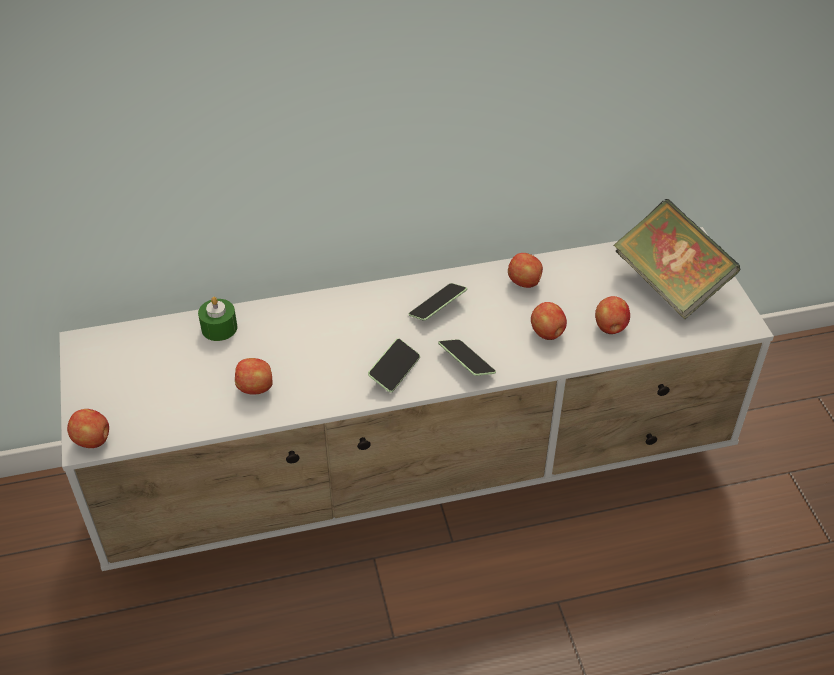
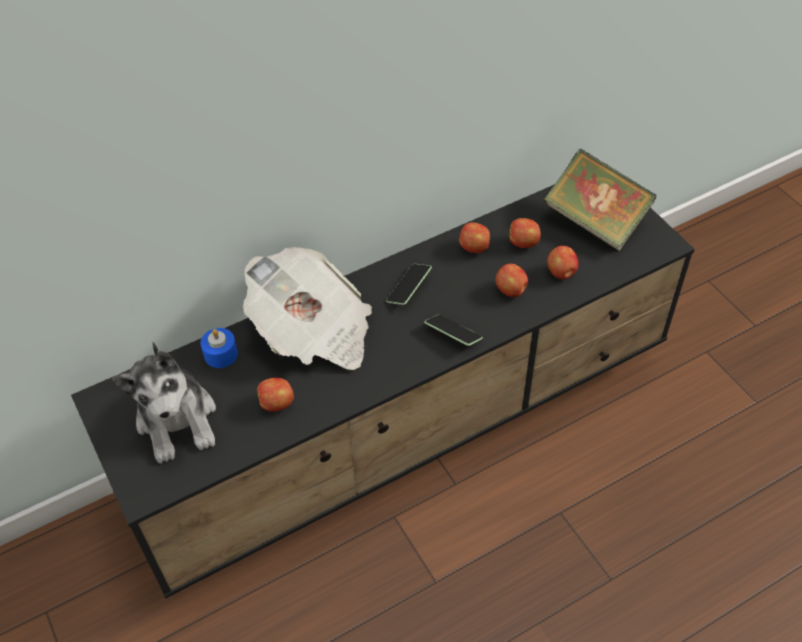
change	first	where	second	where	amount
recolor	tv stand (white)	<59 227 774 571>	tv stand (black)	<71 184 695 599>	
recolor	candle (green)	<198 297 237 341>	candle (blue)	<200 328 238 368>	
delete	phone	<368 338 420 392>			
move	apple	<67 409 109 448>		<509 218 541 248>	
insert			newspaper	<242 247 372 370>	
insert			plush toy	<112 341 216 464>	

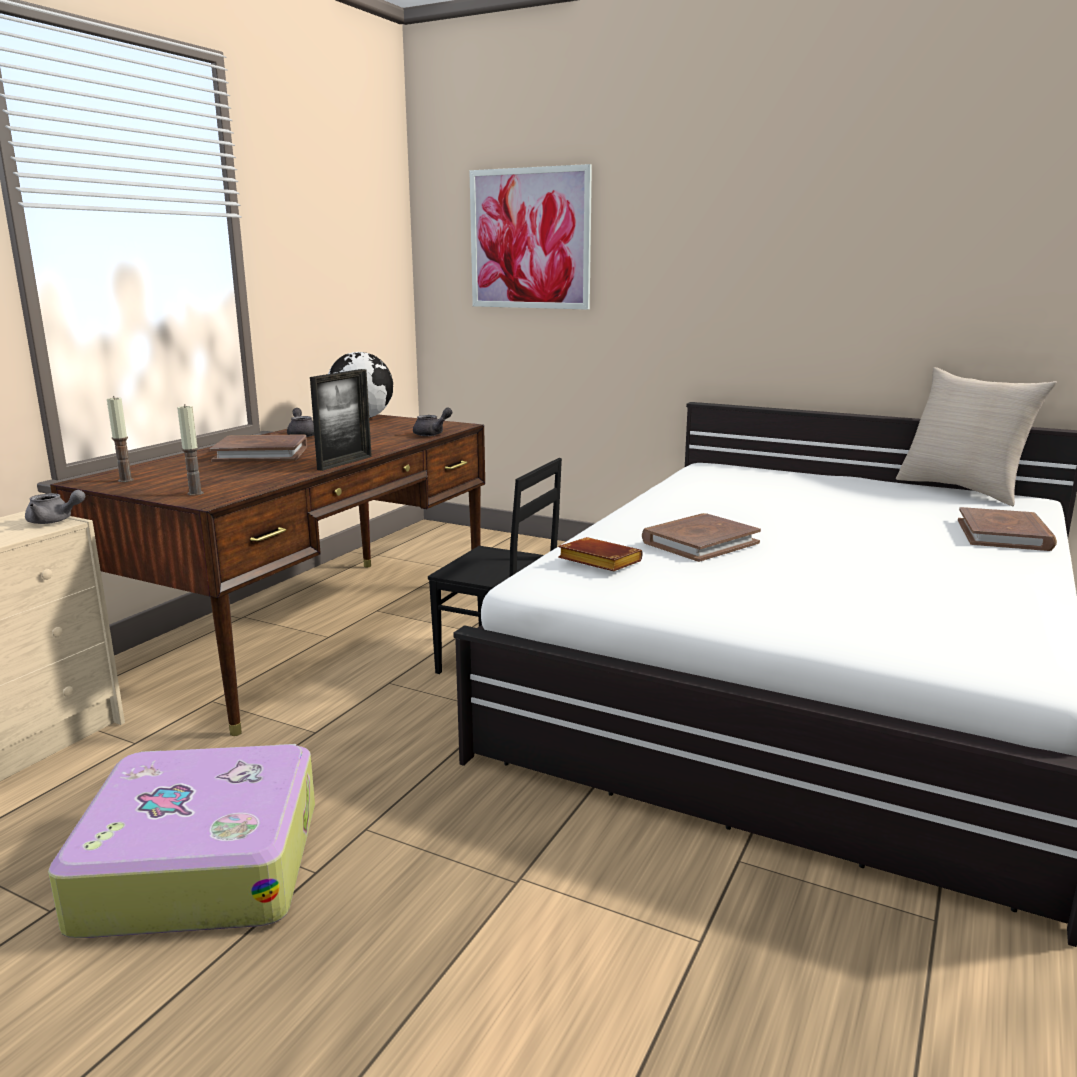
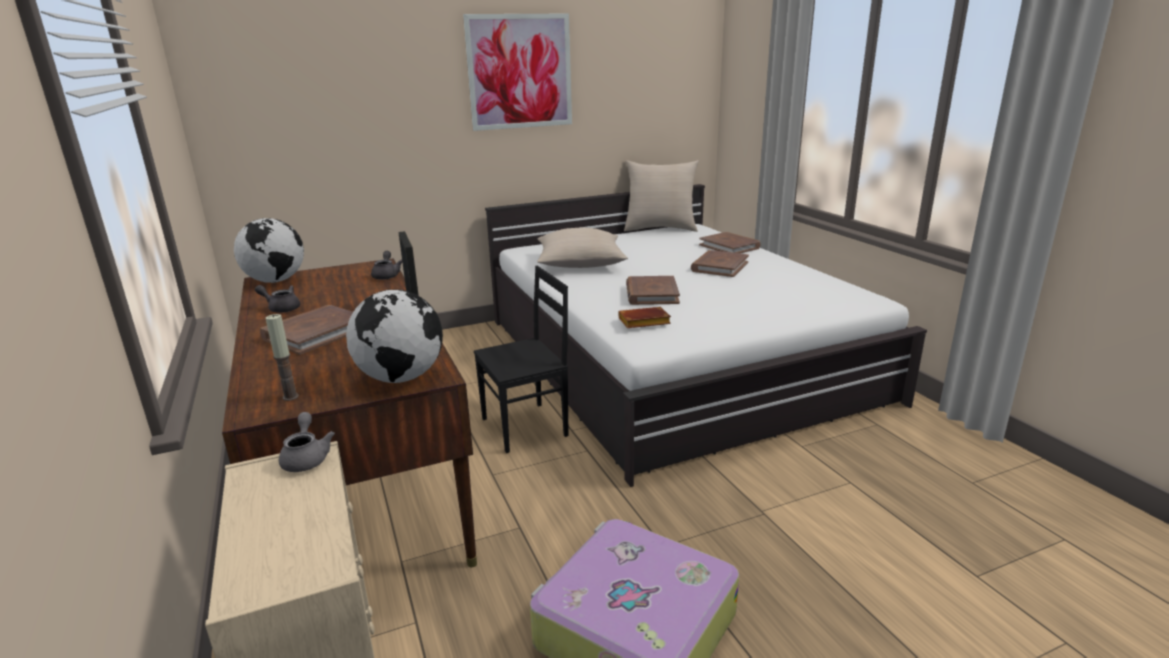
change	first	where	second	where	amount
move	picture	<469 164 592 310>		<463 14 572 131>	
replace	candle	<177 405 204 496>	globe	<346 289 443 383>	
rotate	teapot (grey)	<25 490 85 524>		<279 412 335 472>	60 degrees counterclockwise
insert			pillow (beige)	<537 228 628 268>	
insert			book (brown)	<691 250 749 277>	

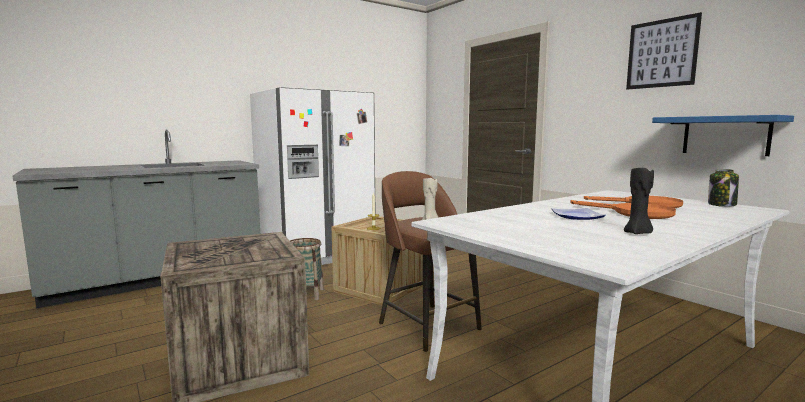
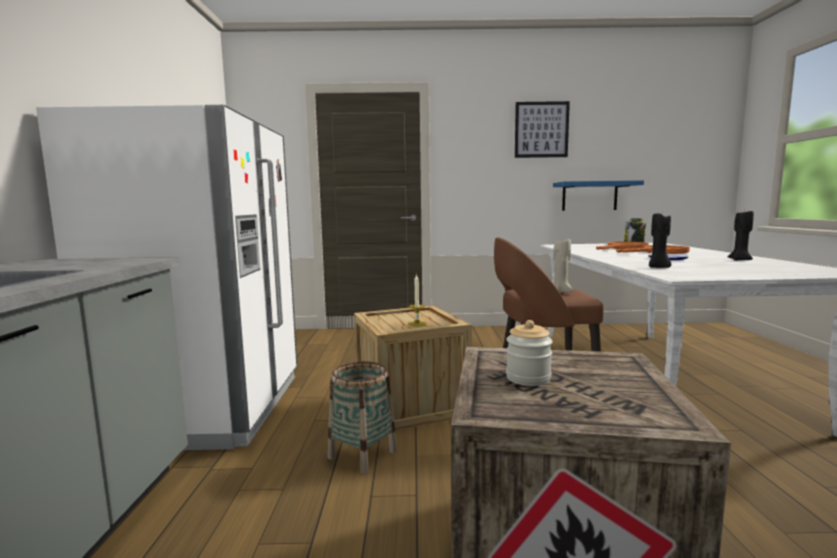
change	first	where	second	where	amount
insert			candle (black)	<649 213 671 268>	
insert			jar	<506 320 553 386>	

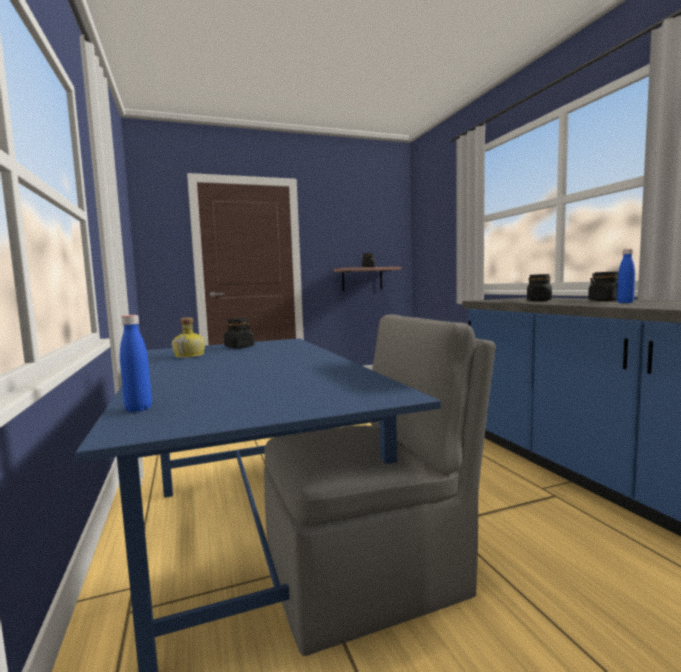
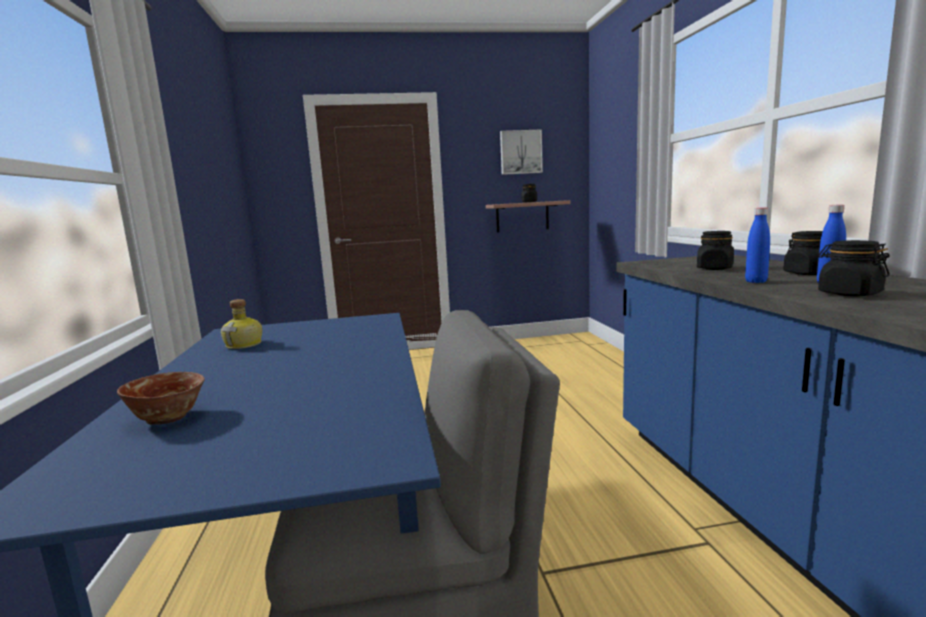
change	first	where	second	where	amount
move	bottle (blue)	<120 315 152 412>		<745 207 770 283>	
move	jar (black)	<224 318 255 348>		<818 240 890 296>	
insert			picture	<500 129 543 175>	
insert			bowl	<117 372 205 425>	

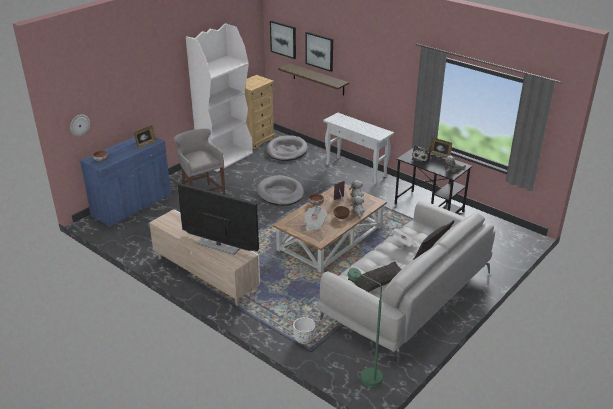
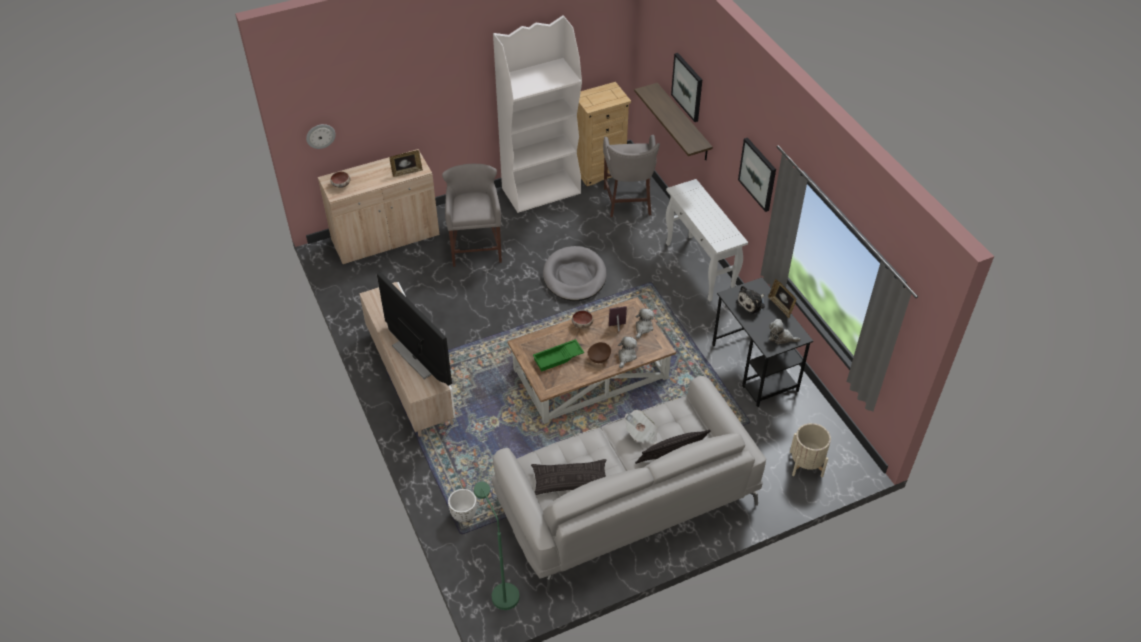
change	first	where	second	where	amount
move	picture	<270 20 296 59>		<738 138 776 212>	
replace	dog bed (grey)	<266 135 308 161>	stool (grey)	<603 135 660 217>	
recolor	cabinet (blue)	<80 137 171 227>	cabinet (beige)	<318 149 439 264>	
replace	newspaper	<304 206 328 231>	tray (green)	<533 339 584 371>	
insert			planter (beige)	<790 423 831 477>	

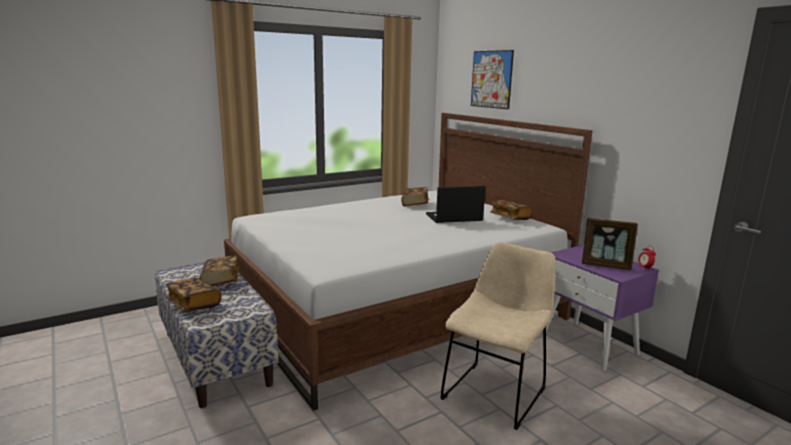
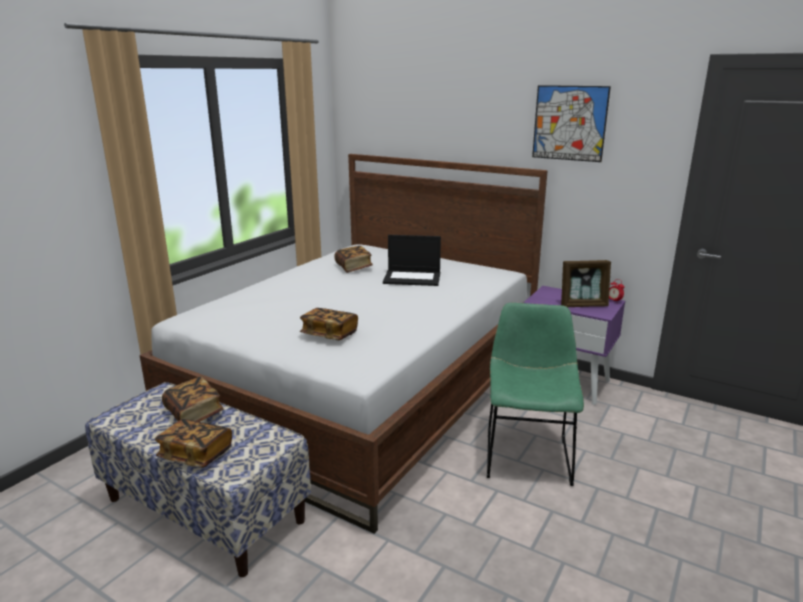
change	first	where	second	where	amount
move	picture	<471 50 514 109>		<532 85 611 162>	
rotate	laptop	<426 186 485 223>		<383 235 441 286>	135 degrees counterclockwise
move	book	<490 200 532 220>		<300 308 358 340>	
recolor	chair (beige)	<440 242 556 430>	chair (green)	<487 303 584 486>	

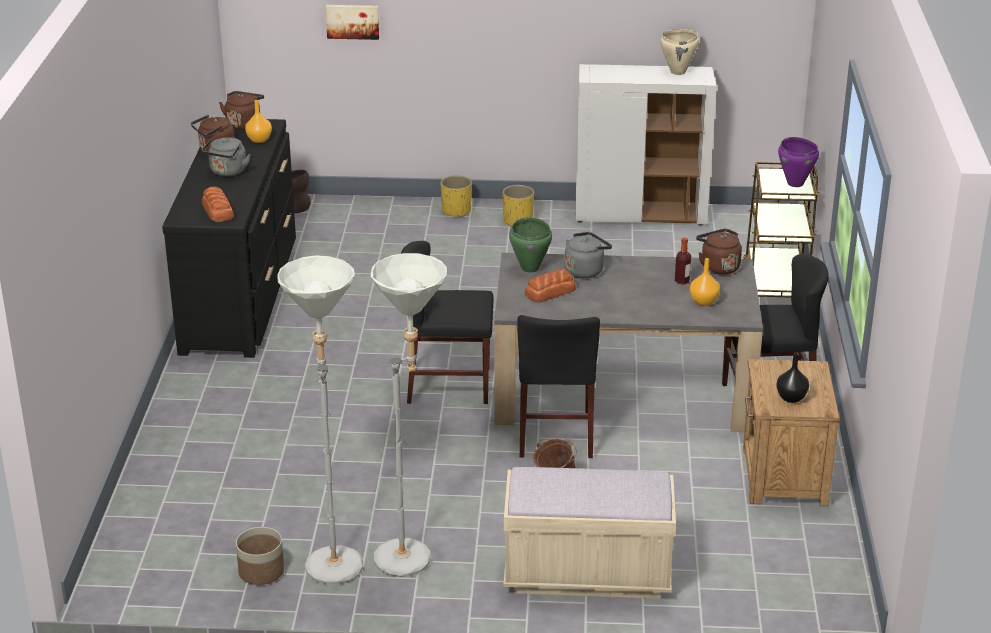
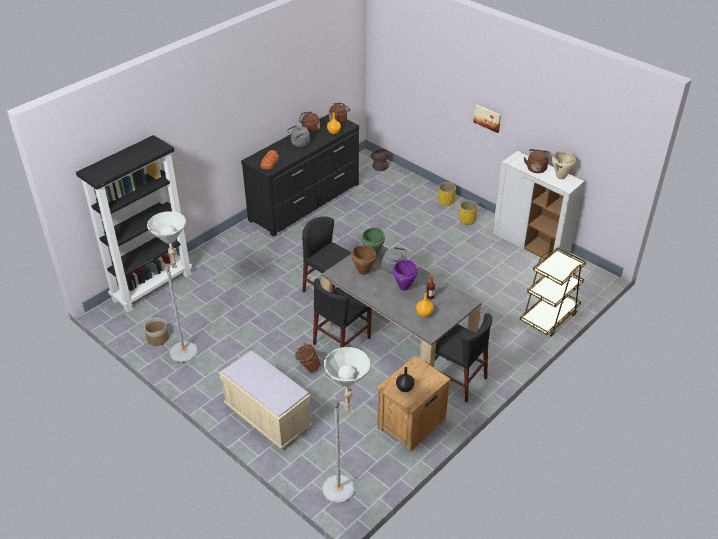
change	first	where	second	where	amount
move	picture	<326 5 379 40>		<474 105 501 133>	
move	cooking pot (purple)	<778 137 819 187>		<393 259 417 291>	
move	kettle (brown)	<696 229 742 275>		<524 149 549 173>	
move	floor lamp (grey)	<371 253 448 577>		<322 347 371 503>	
replace	bread	<525 269 576 302>	cooking pot (brown)	<351 245 377 275>	
insert			bookcase (black)	<76 135 192 313>	

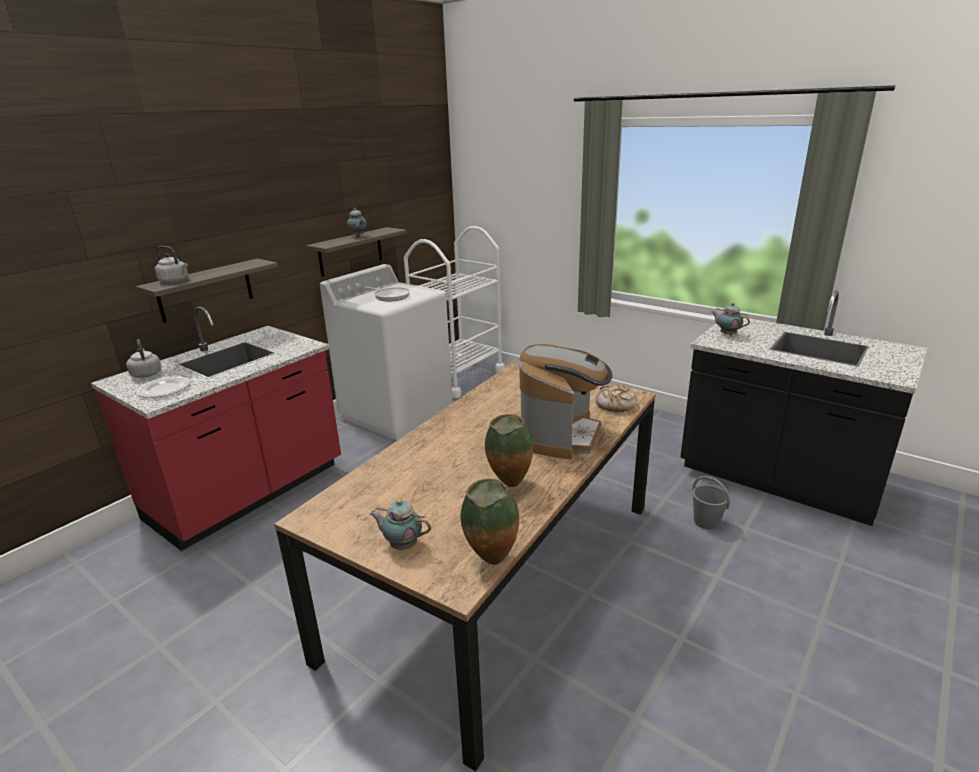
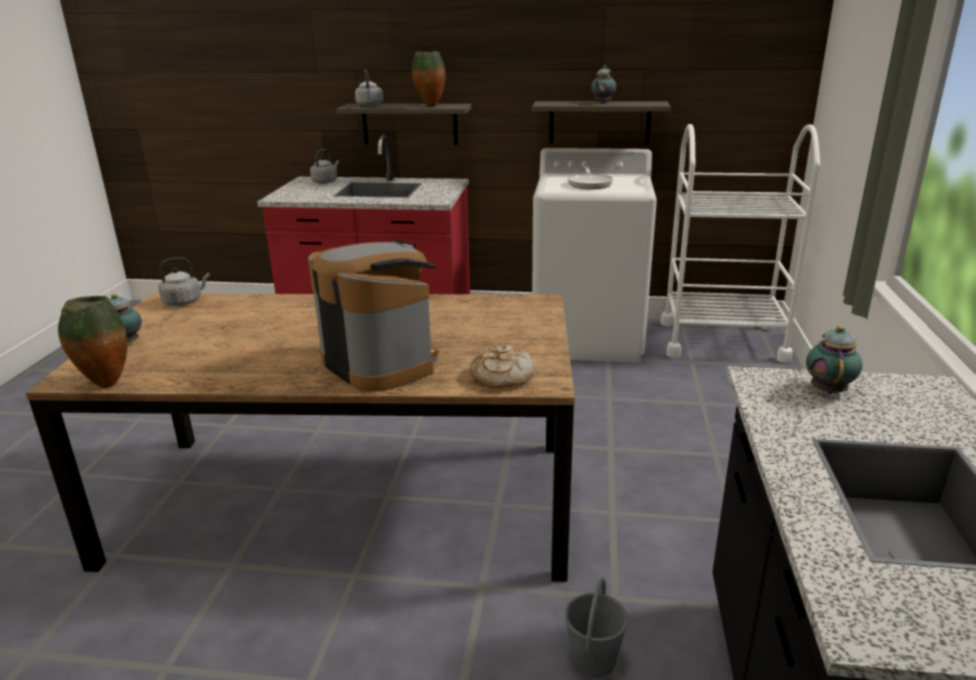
change	first	where	second	where	amount
rotate	coffee machine	<519 344 613 459>		<308 240 438 392>	120 degrees counterclockwise
delete	plate	<137 377 190 398>			
move	vase	<485 414 533 487>		<412 51 445 106>	
insert			kettle (grey)	<159 257 210 306>	

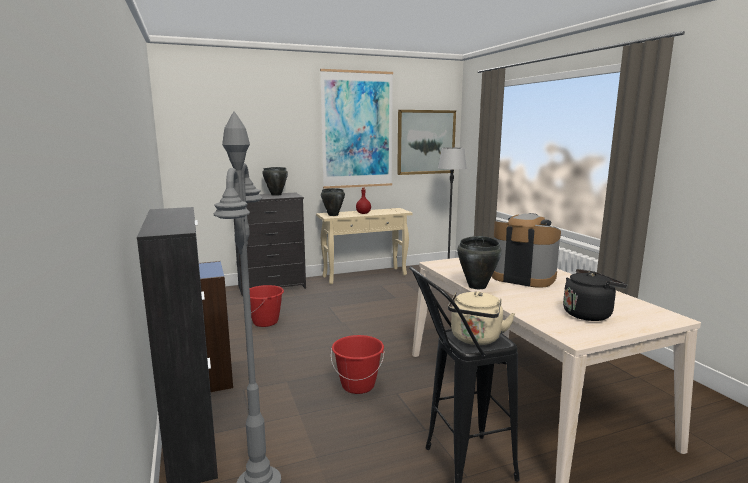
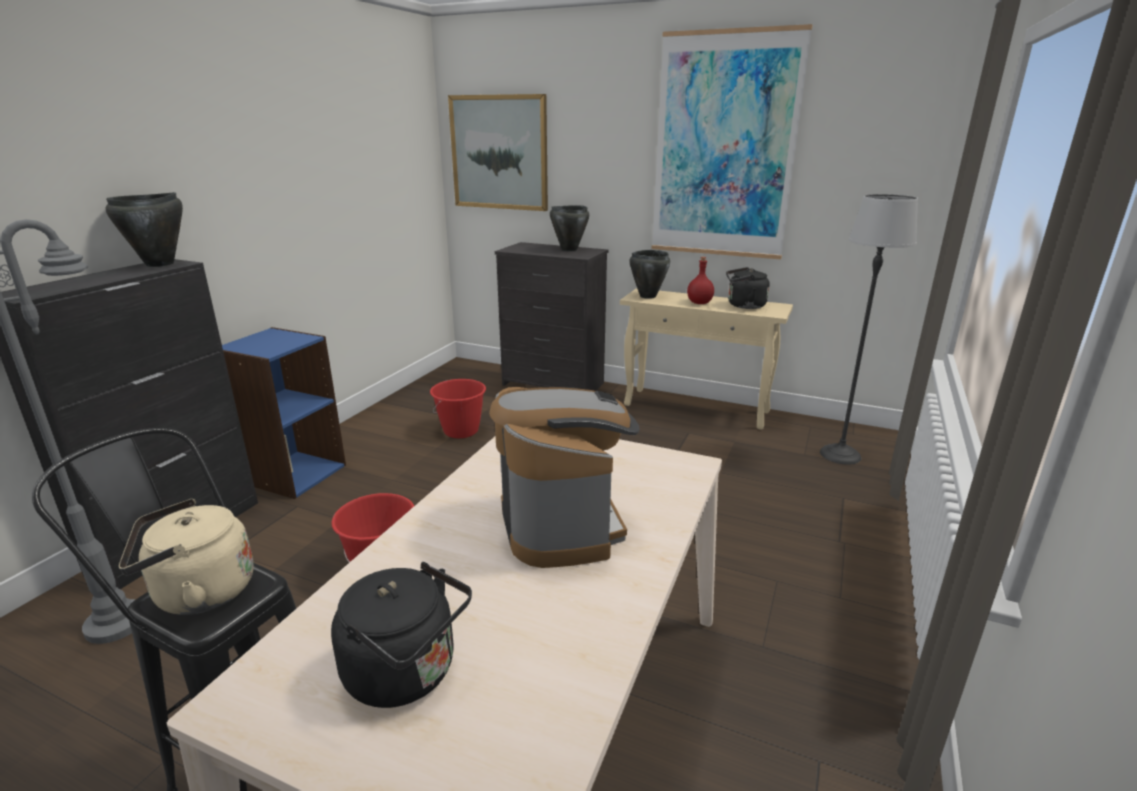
change	first	where	second	where	amount
move	picture	<397 110 456 175>		<448 94 548 211>	
move	cooking pot (black)	<457 236 502 289>		<105 192 183 267>	
insert			kettle (black)	<726 267 770 309>	

